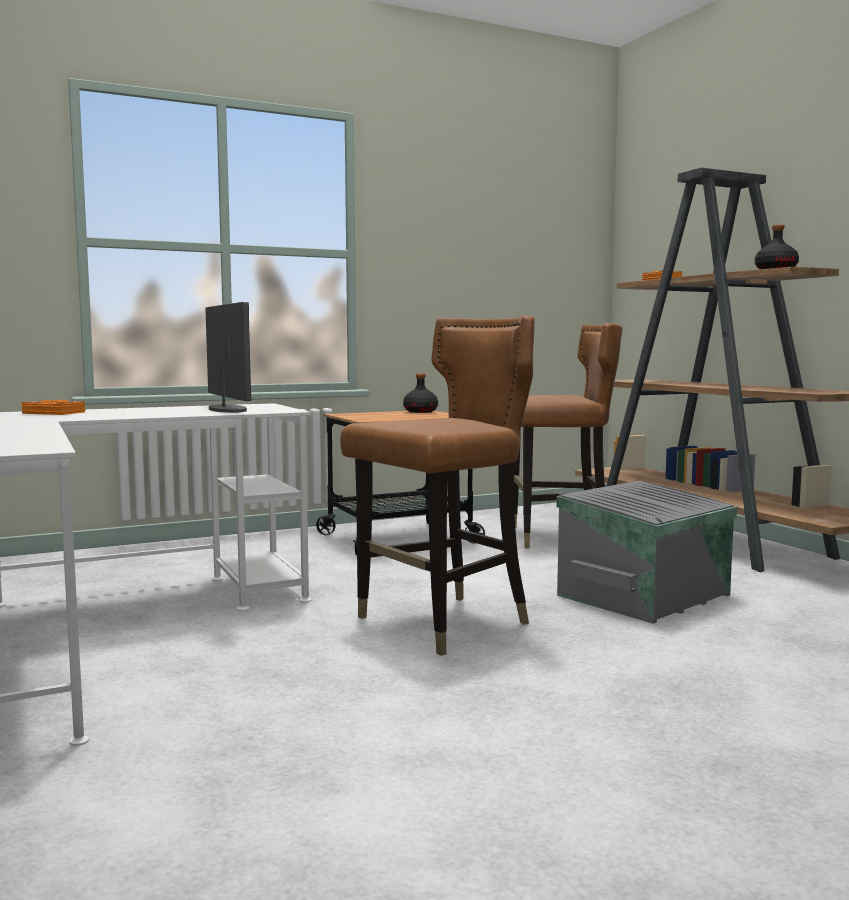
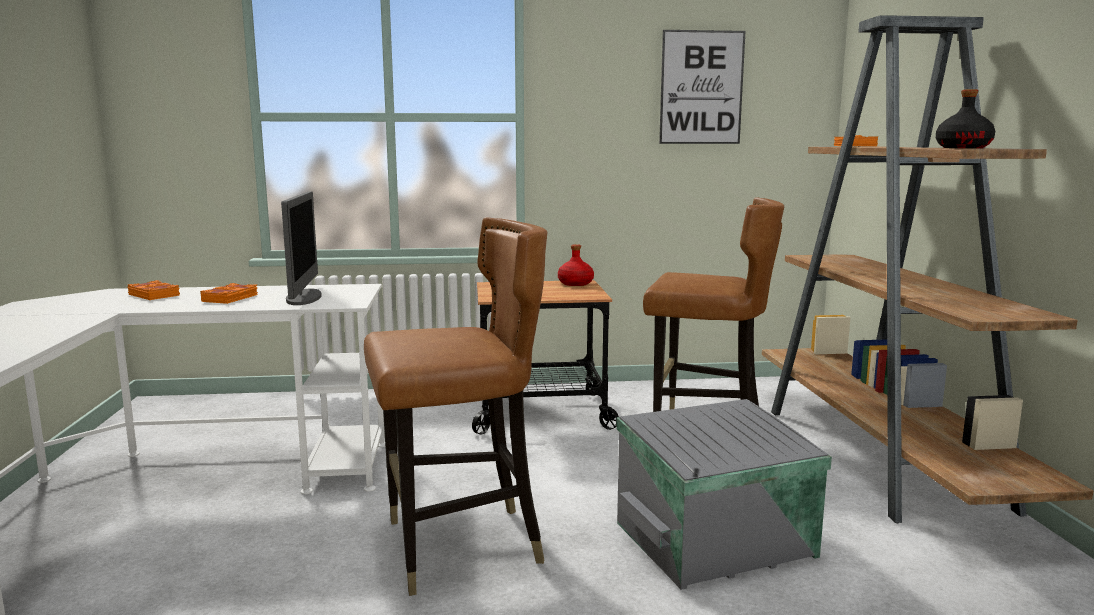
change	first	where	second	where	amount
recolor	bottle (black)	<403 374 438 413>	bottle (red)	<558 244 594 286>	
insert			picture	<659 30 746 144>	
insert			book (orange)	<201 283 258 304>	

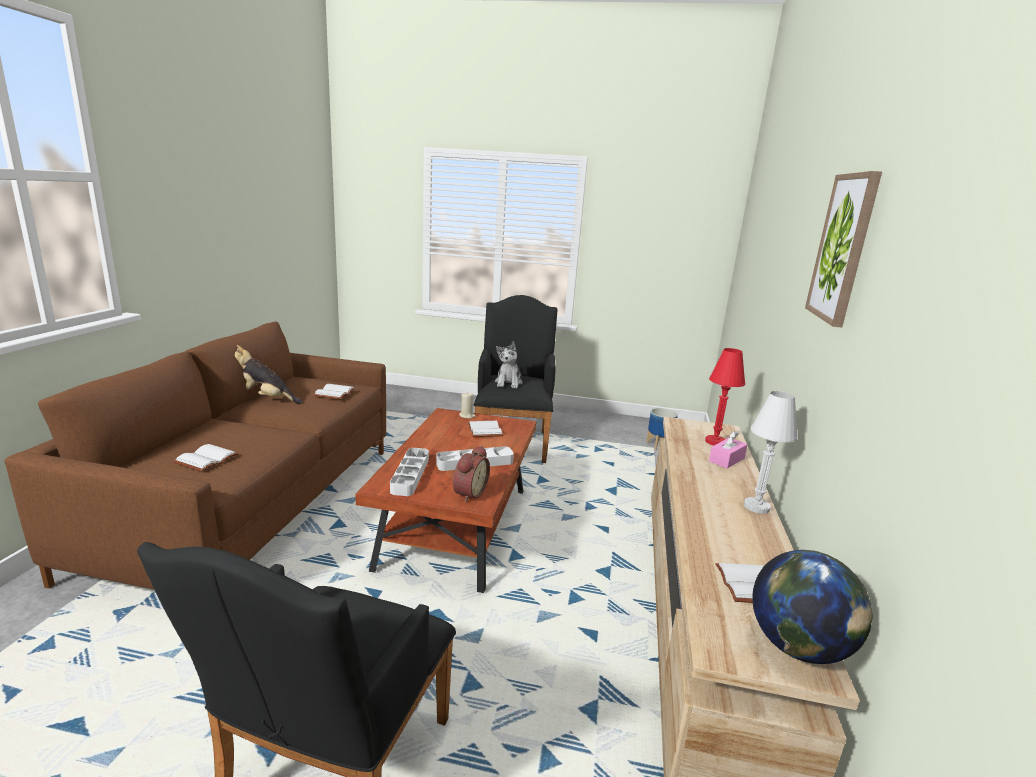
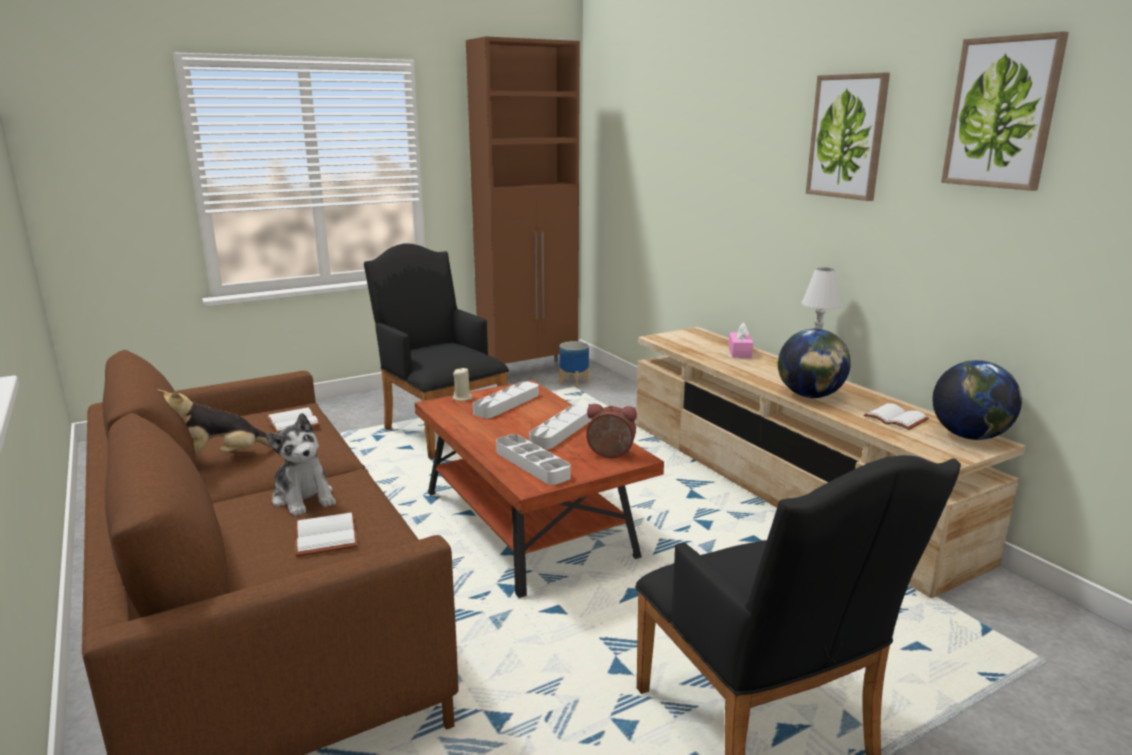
change	first	where	second	where	amount
move	plush toy	<495 341 523 388>		<266 413 336 516>	
delete	table lamp (red)	<705 348 745 446>			
replace	book (white)	<468 421 503 437>	tray (grey)	<473 381 539 418>	
rotate	alarm clock	<453 446 490 502>		<586 404 637 458>	60 degrees counterclockwise
insert			picture	<941 31 1069 191>	
insert			cabinet (brown)	<466 36 580 364>	
insert			globe	<778 329 851 398>	

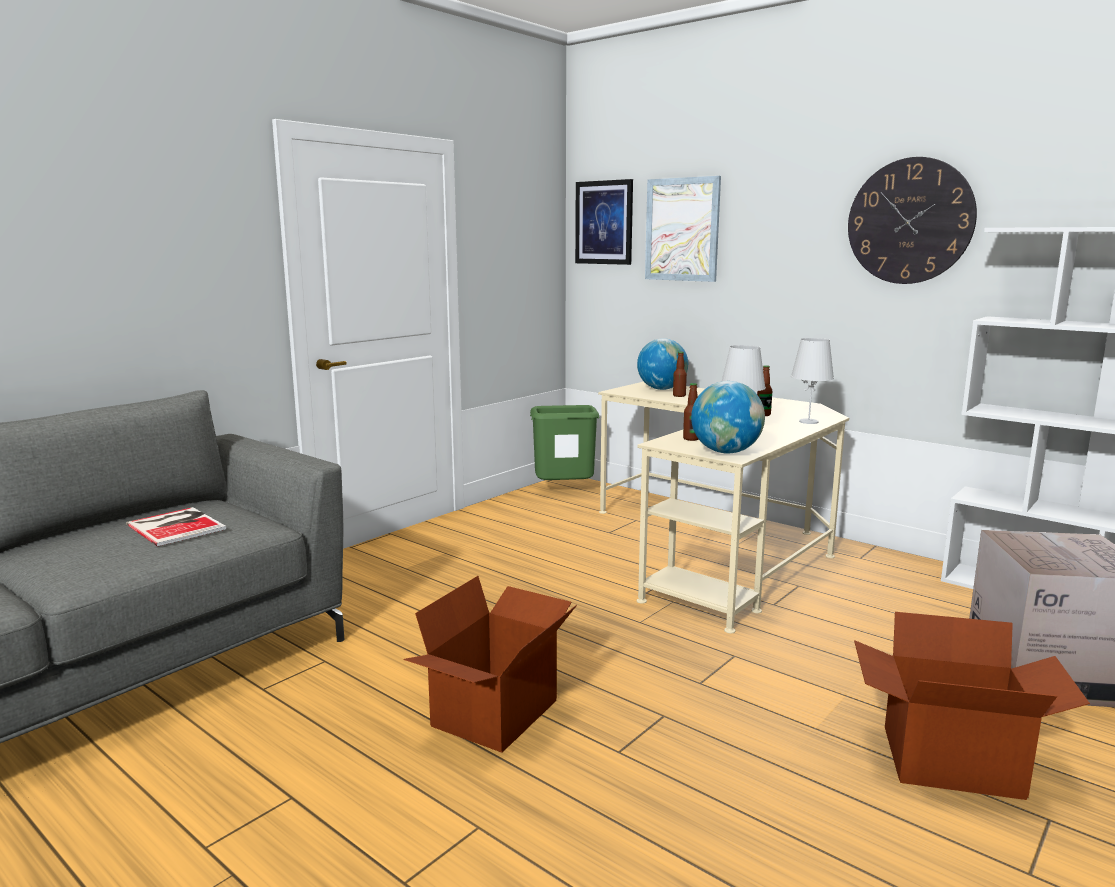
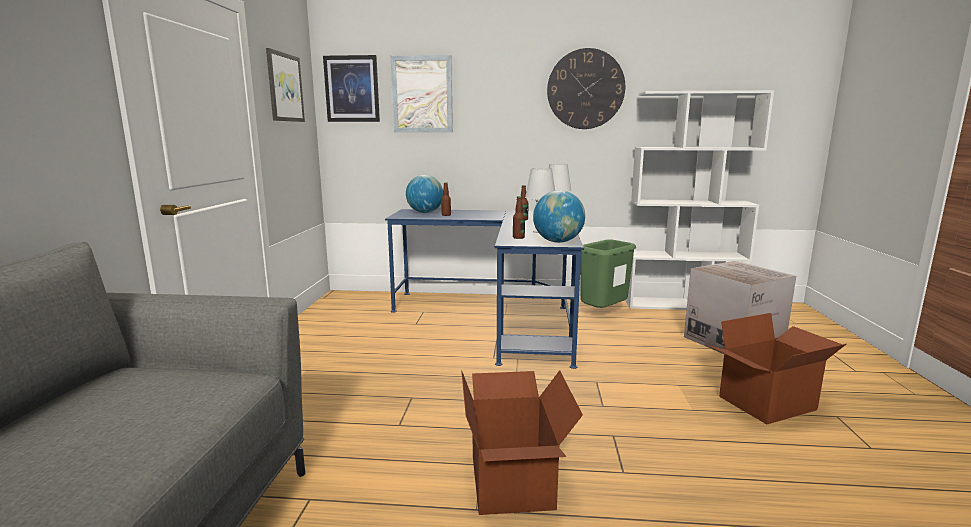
change	first	where	second	where	amount
recolor	desk (beige)	<598 382 849 634>	desk (blue)	<385 209 584 369>	
move	trash can (green)	<530 405 599 480>		<580 239 636 315>	
delete	book	<126 507 226 546>			
insert			picture	<266 48 305 122>	

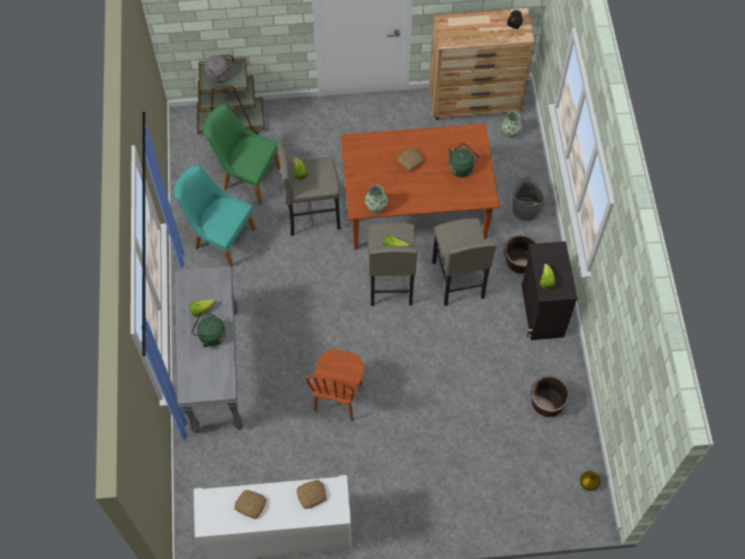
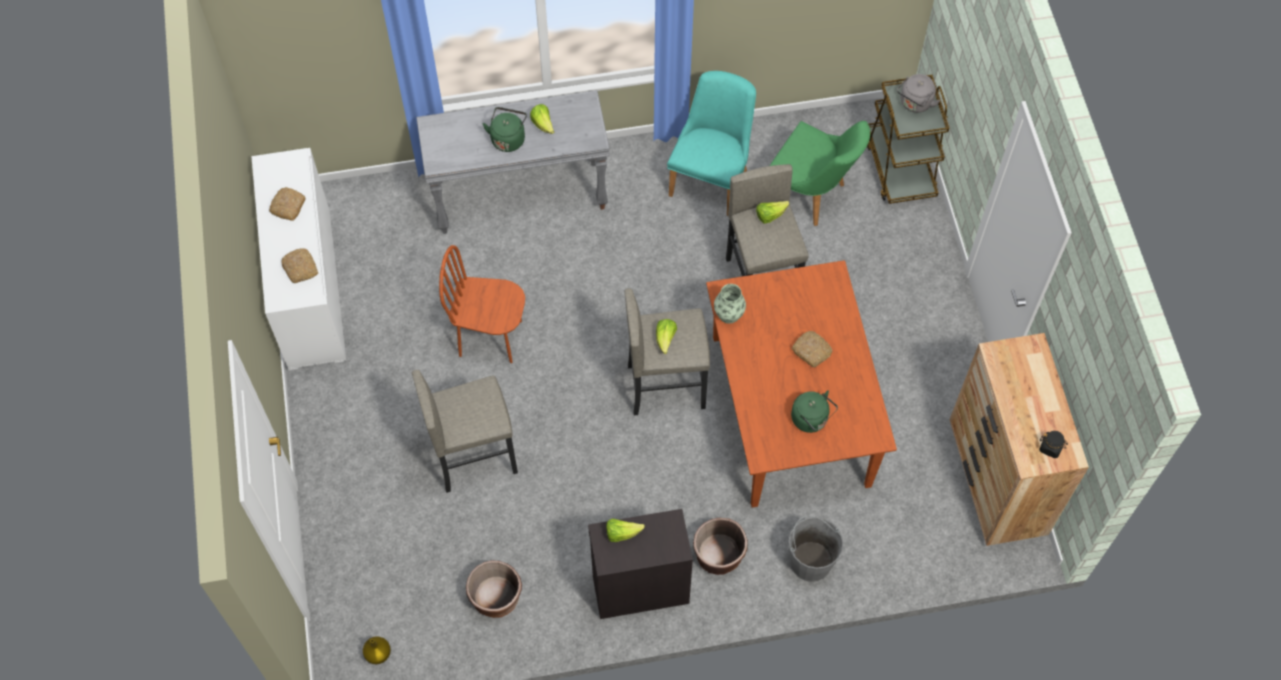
change	first	where	second	where	amount
rotate	chair (green)	<203 104 281 205>		<770 121 870 226>	105 degrees clockwise
delete	vase	<502 111 522 138>			
move	stool (grey)	<432 218 496 306>		<412 370 518 493>	

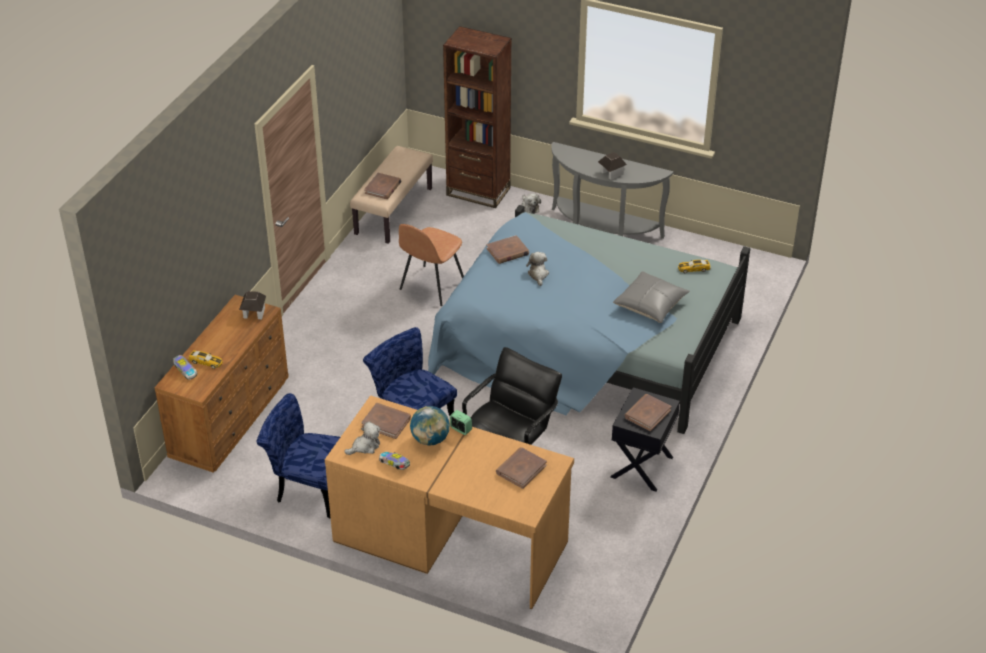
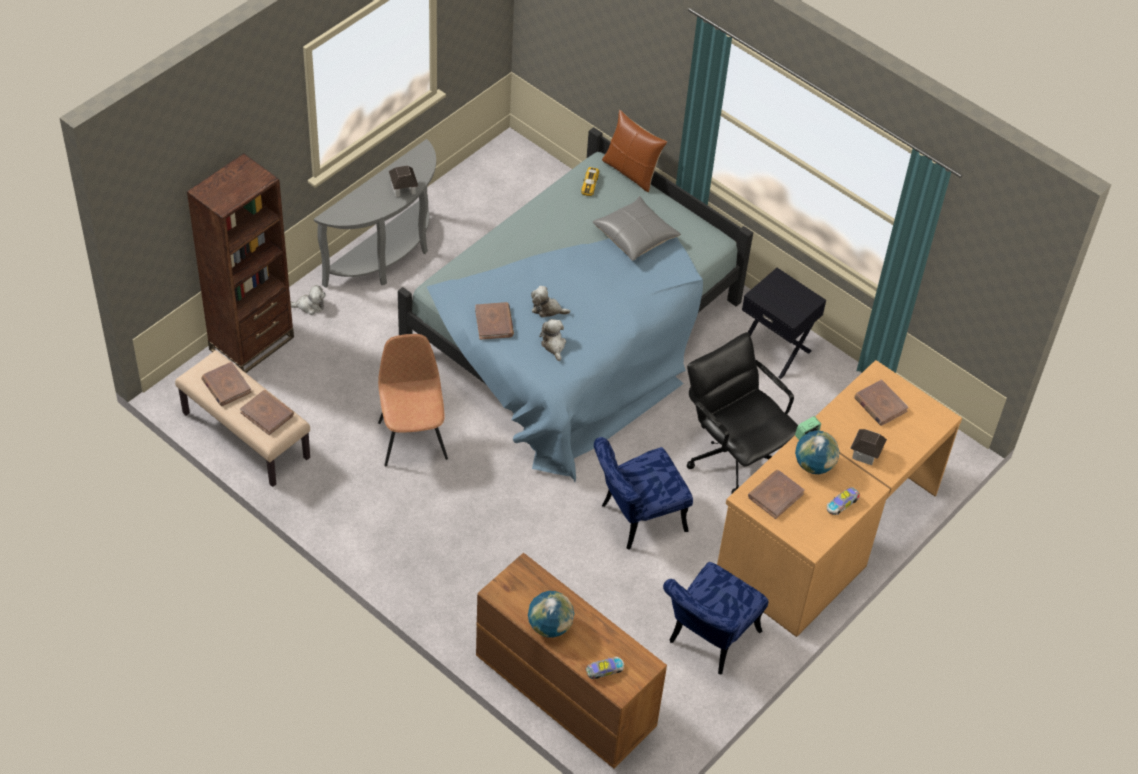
change	first	where	second	where	amount
rotate	chair (brown)	<399 224 464 306>		<378 334 448 466>	150 degrees counterclockwise
move	toy house	<239 291 266 319>		<850 429 887 465>	
delete	toy car	<188 350 223 369>			
move	book (brown)	<624 394 671 431>		<202 362 252 406>	
move	plush toy	<344 421 380 455>		<539 319 566 361>	
insert			pillow (brown)	<602 110 667 192>	
insert			globe	<528 591 574 638>	

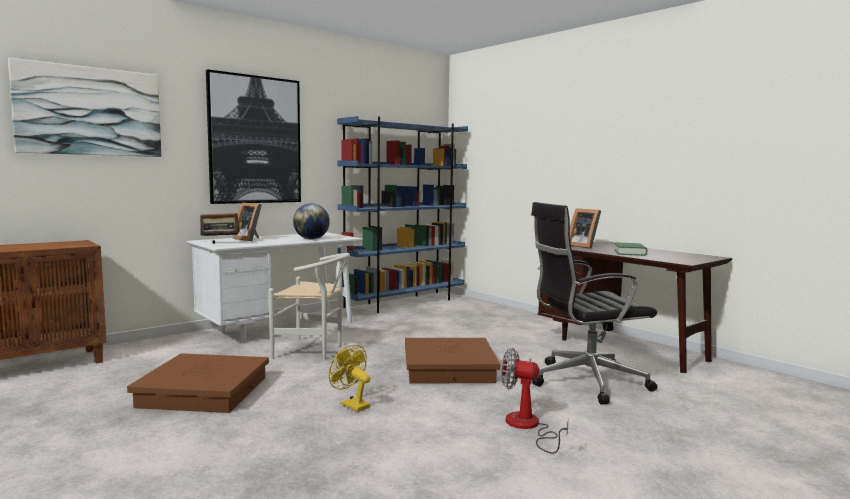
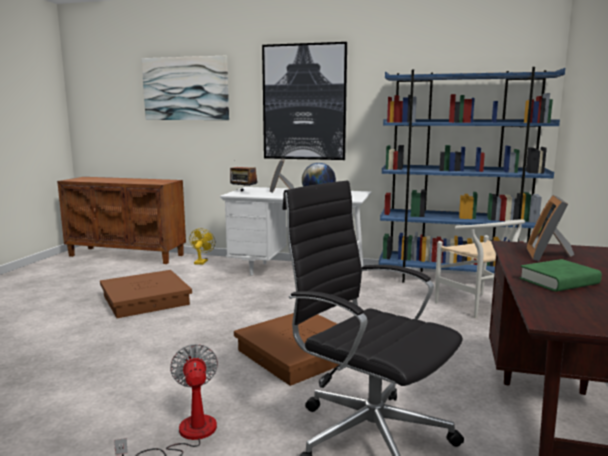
change	first	where	second	where	amount
move	chair (white)	<268 253 350 360>		<435 219 525 318>	
move	fan (yellow)	<329 345 370 412>		<190 228 215 265>	

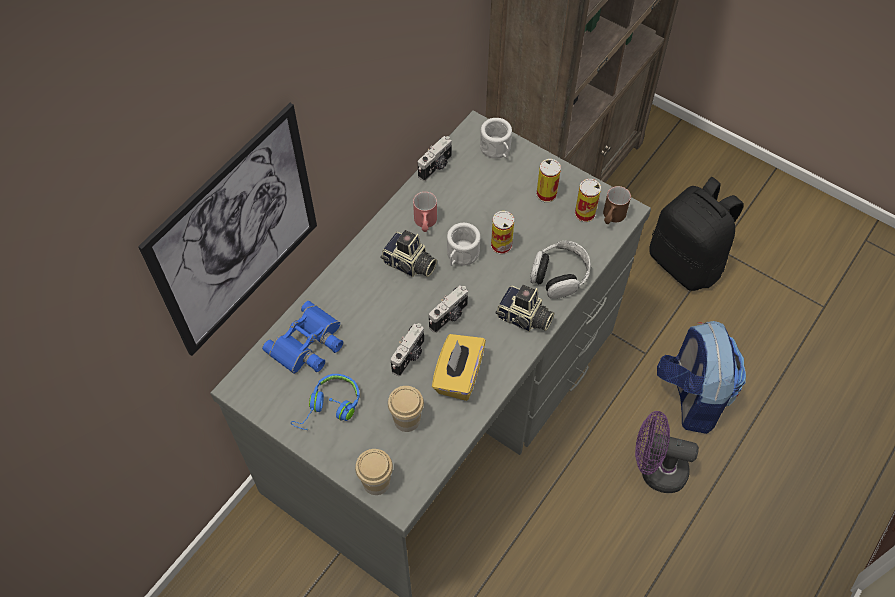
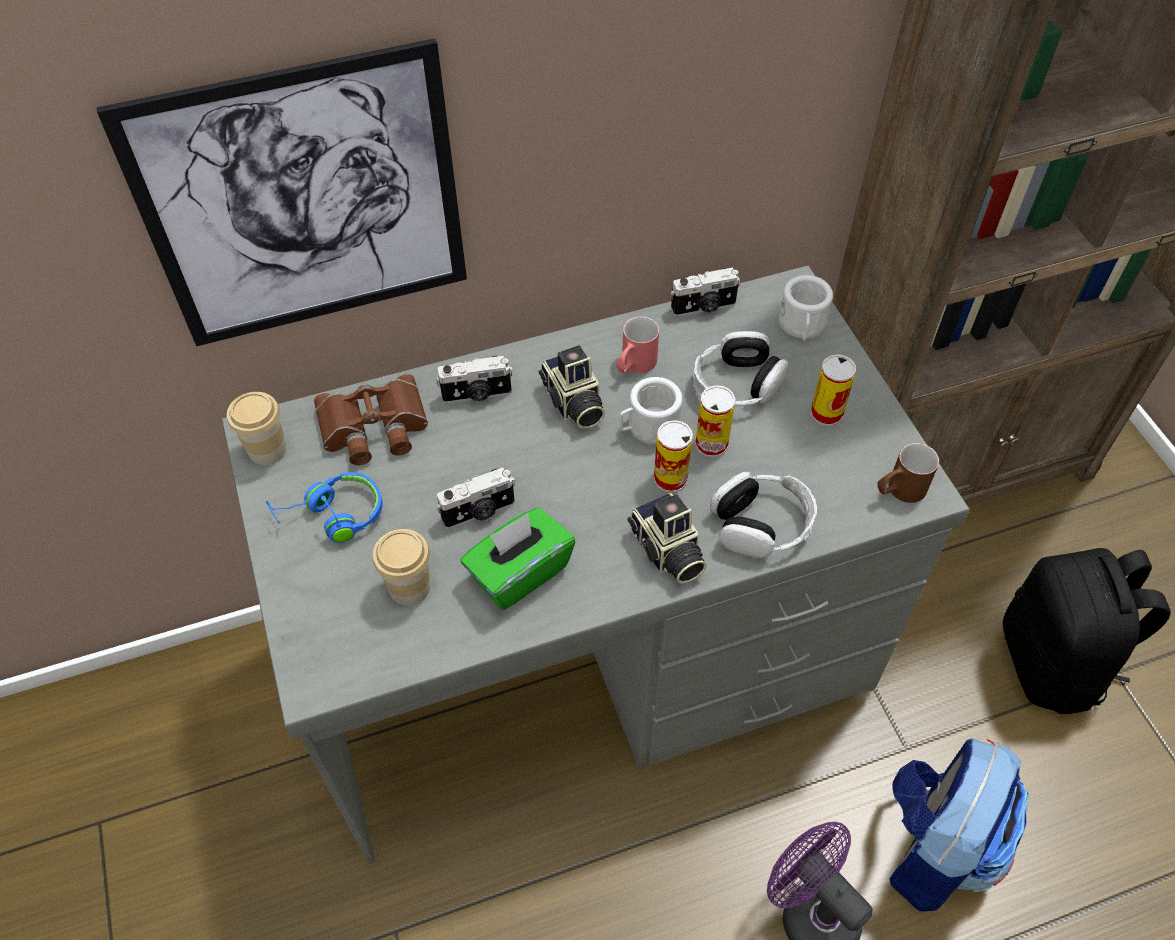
change	first	where	second	where	amount
move	can	<575 179 601 222>		<654 420 693 493>	
move	photo camera	<429 286 468 333>		<436 356 513 404>	
recolor	binoculars (blue)	<262 301 343 374>	binoculars (brown)	<314 374 428 465>	
recolor	tissue box (yellow)	<432 334 486 401>	tissue box (green)	<461 508 575 610>	
move	cup	<355 449 393 495>		<227 392 286 465>	
insert			headphones	<693 331 789 407>	

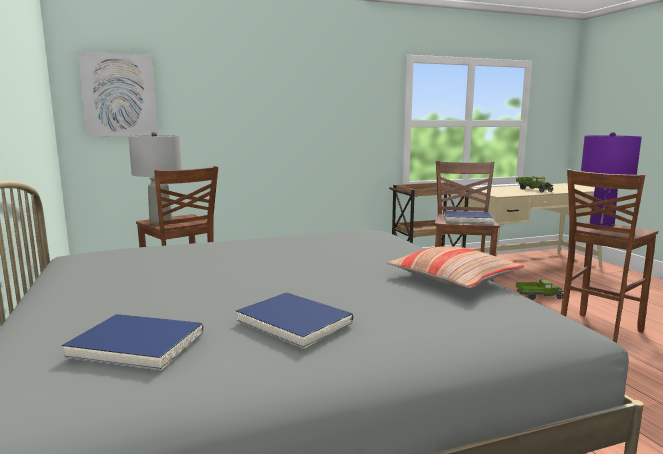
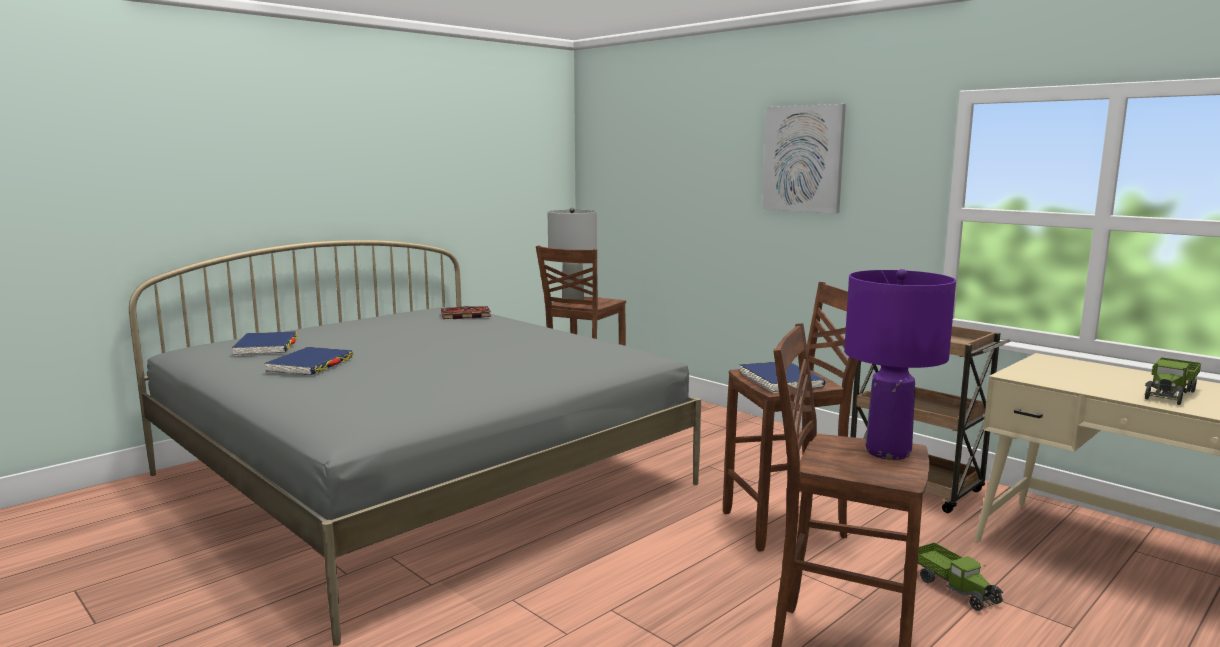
change	first	where	second	where	amount
move	picture	<78 52 158 136>		<762 104 846 213>	
delete	pillow	<387 246 524 288>			
insert			book	<441 306 491 319>	

